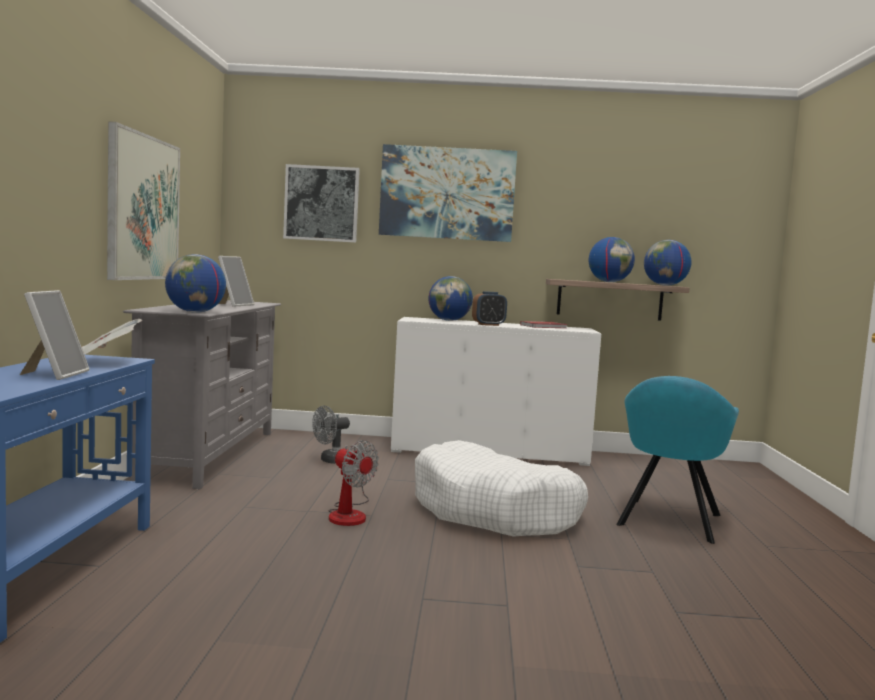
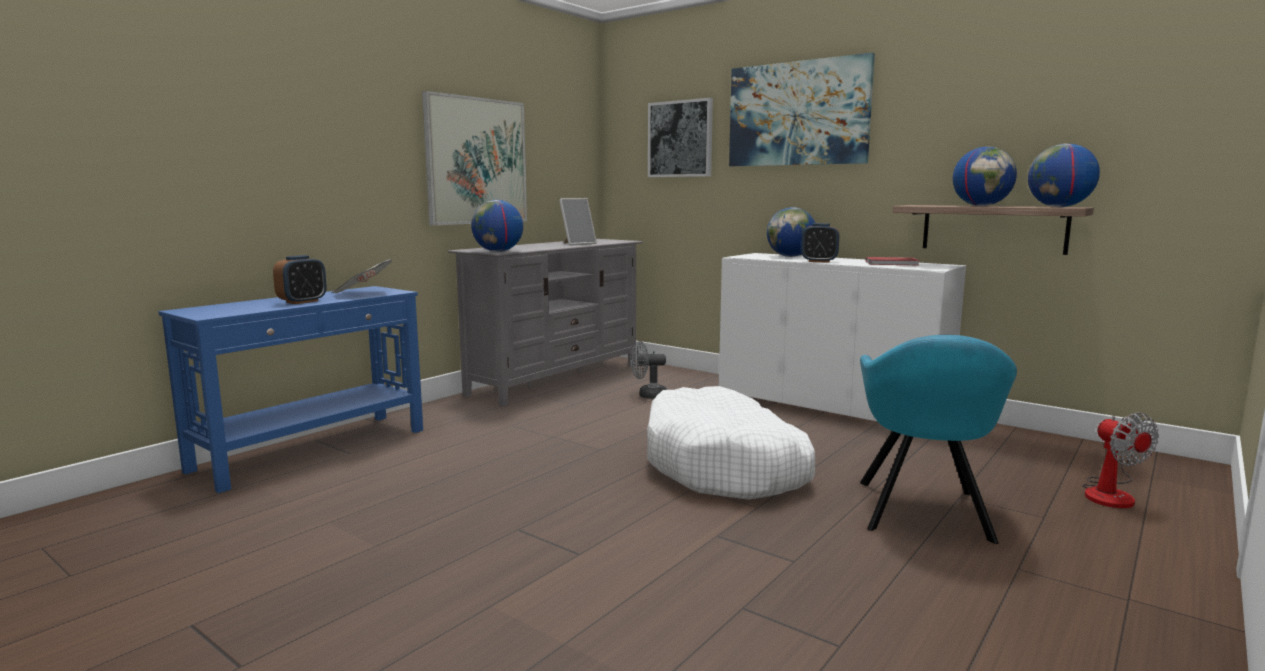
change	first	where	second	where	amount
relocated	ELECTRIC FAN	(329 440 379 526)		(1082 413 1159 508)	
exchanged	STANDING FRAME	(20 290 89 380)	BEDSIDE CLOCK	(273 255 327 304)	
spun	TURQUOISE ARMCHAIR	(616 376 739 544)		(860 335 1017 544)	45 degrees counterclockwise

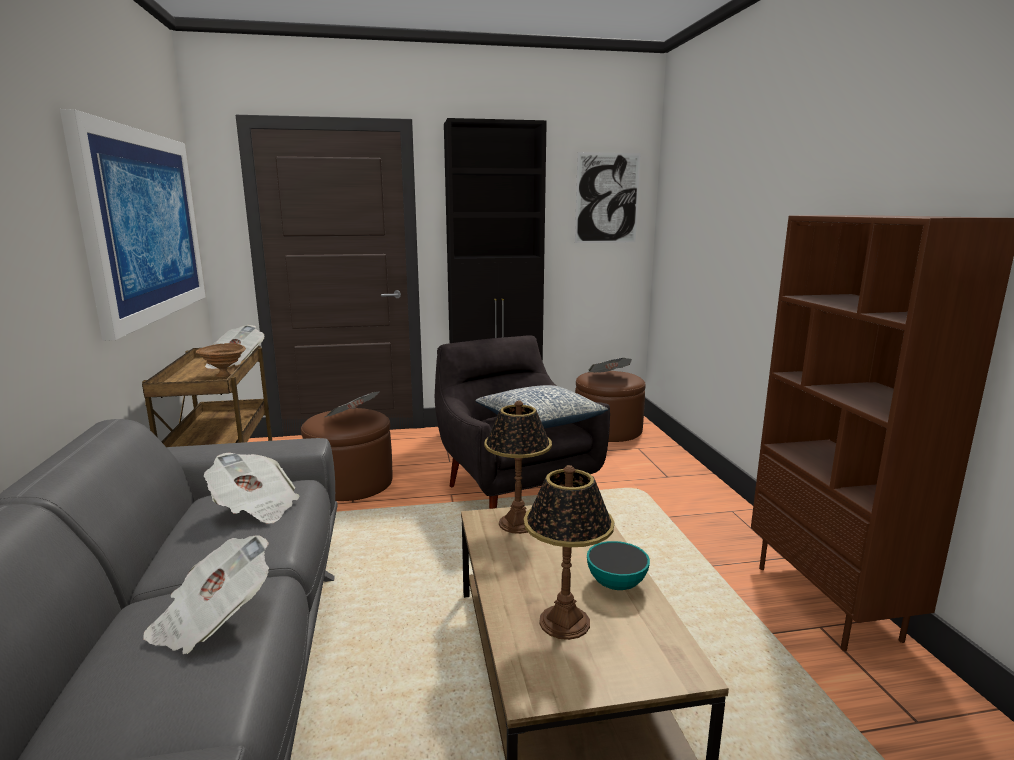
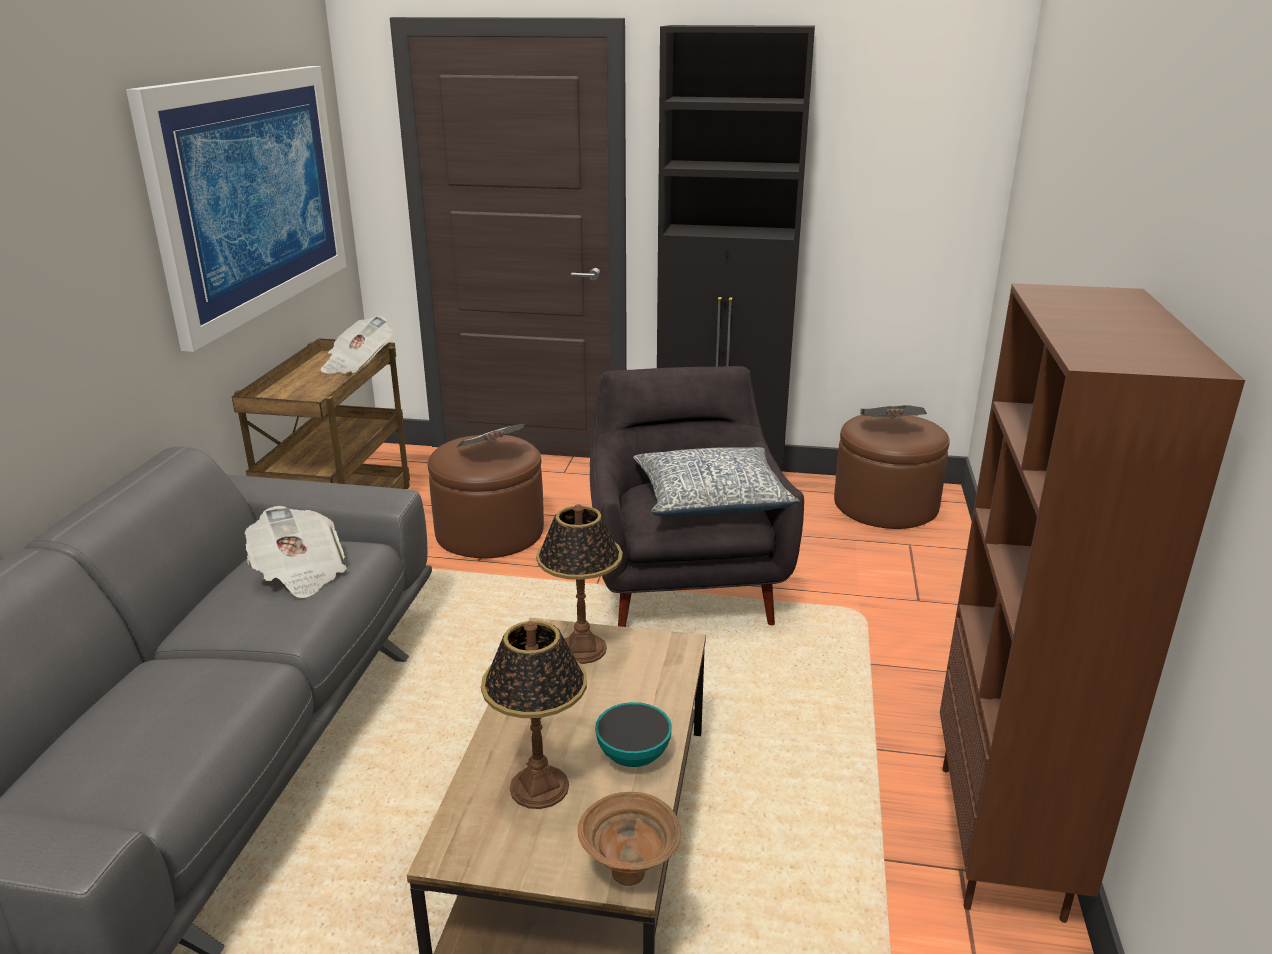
change	first	where	second	where	amount
missing	PRINTED PAPER	(143 535 269 654)			
missing	PICTURE	(575 152 641 243)			
relocated	BROWN BOWL	(196 343 246 377)		(577 792 681 886)	

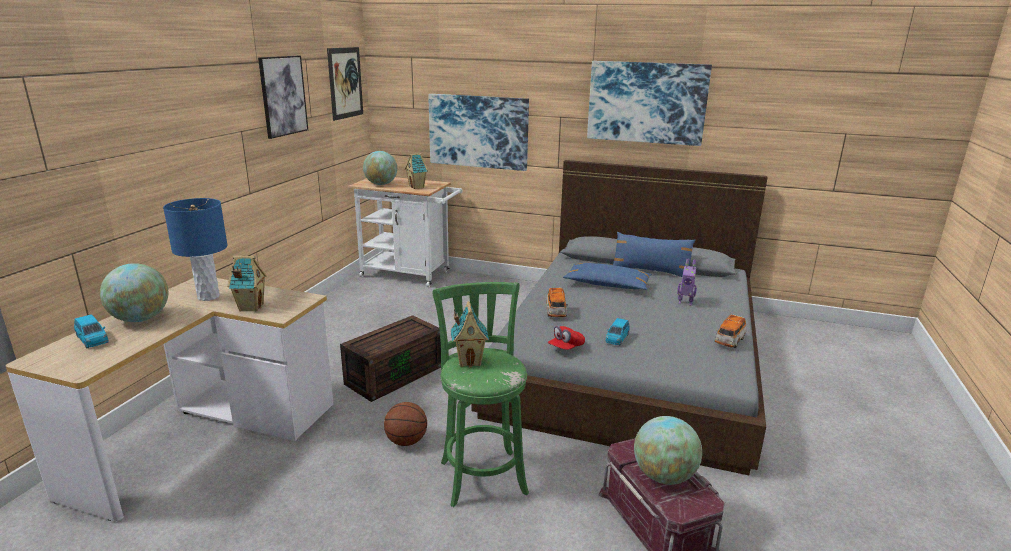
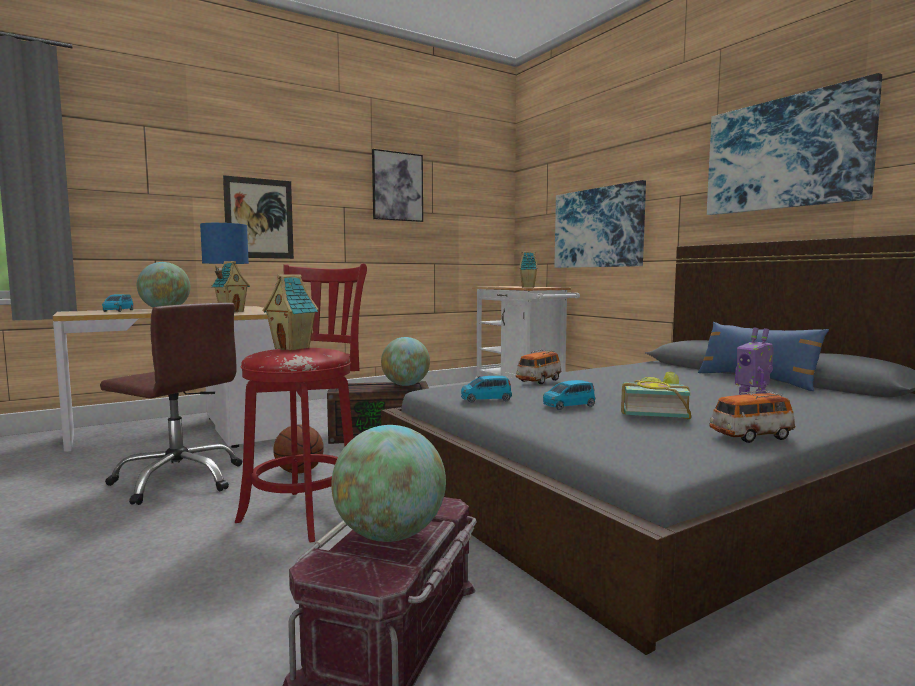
change	first	where	second	where	amount
missing	BLUE PILLOW	(563 263 652 290)			
appeared			BROWN COMPUTER CHAIR	(100 303 242 505)	
appeared			VOLUME	(621 372 691 419)	
relocated	PICTURE	(327 47 363 121)		(223 175 294 259)	
relocated	WORLD GLOBE	(363 151 397 185)		(381 337 430 386)	
exchanged	RED PEAKED CAP	(548 326 585 350)	BLUE TOY CAR	(461 376 512 403)	
colour	GREEN-COLOURED STOOL SEAT	(433 282 529 507)	RED STOOL SEAT	(235 263 367 542)	

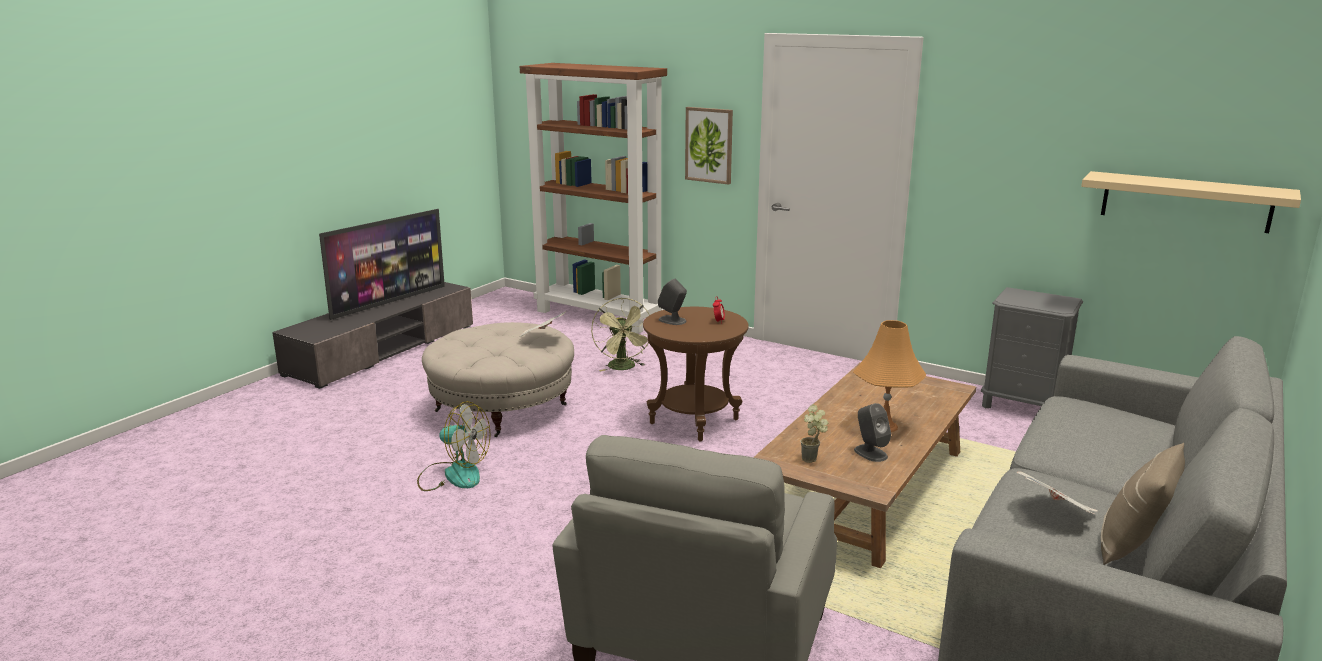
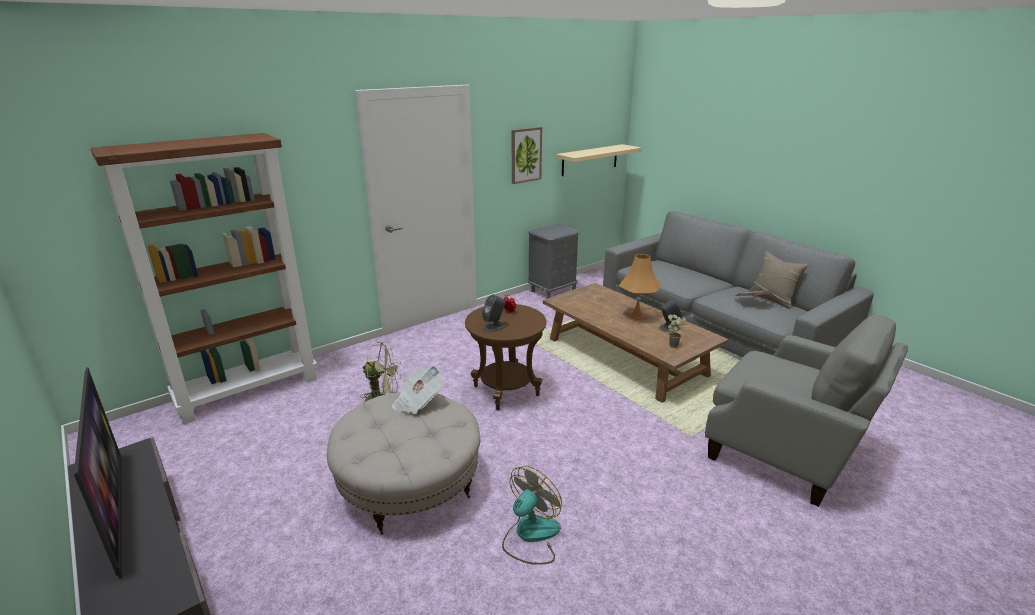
change	first	where	second	where	amount
relocated	PICTURE	(685 107 733 185)		(512 127 542 184)	

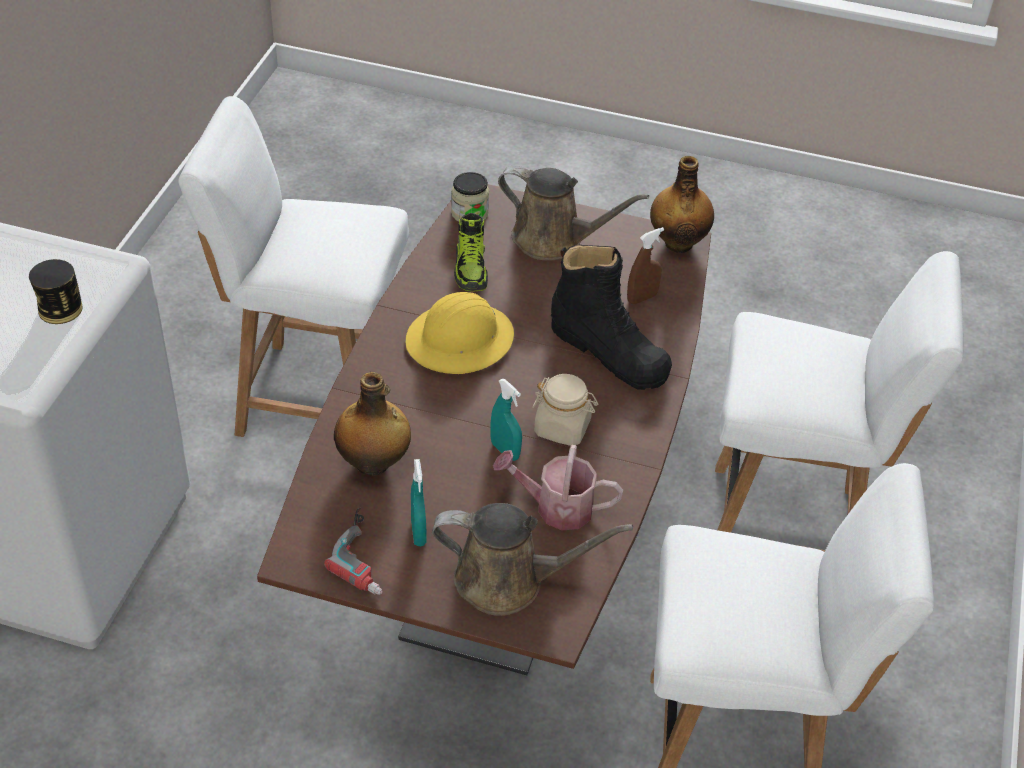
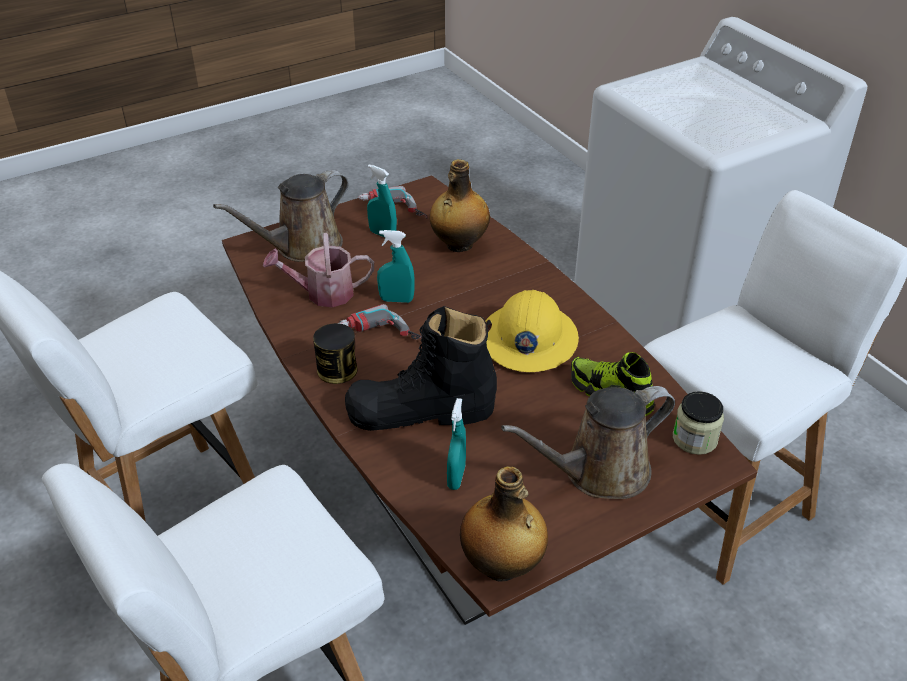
change	first	where	second	where	amount
relocated	METAL CAN	(29 259 83 324)		(313 323 358 384)	
exchanged	BEIGE-COLOURED JAR	(532 374 598 446)	ELECTRIC DRILL	(339 304 423 340)	
colour	BROWN SPRAYER	(627 227 664 304)	TURQUOISE SPRAYER	(447 398 466 490)	
spun	WATERING CAN	(493 445 623 530)		(263 233 374 307)	150 degrees counterclockwise

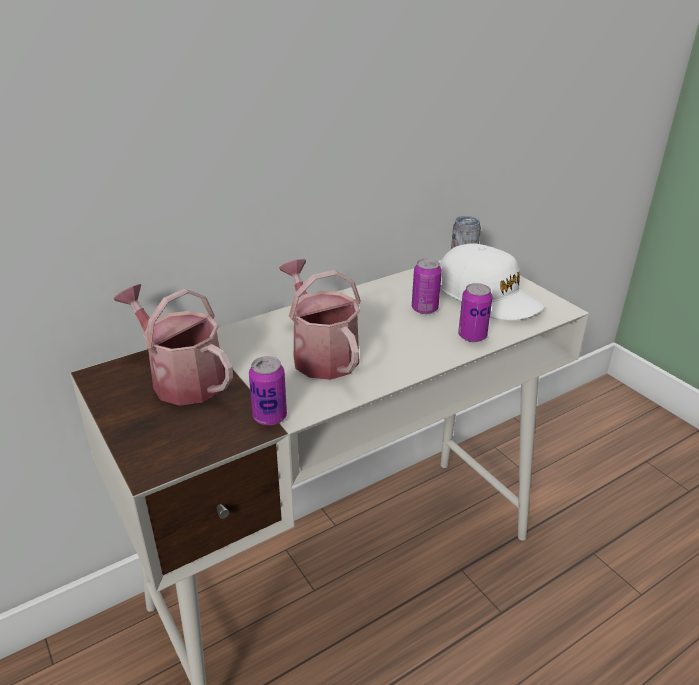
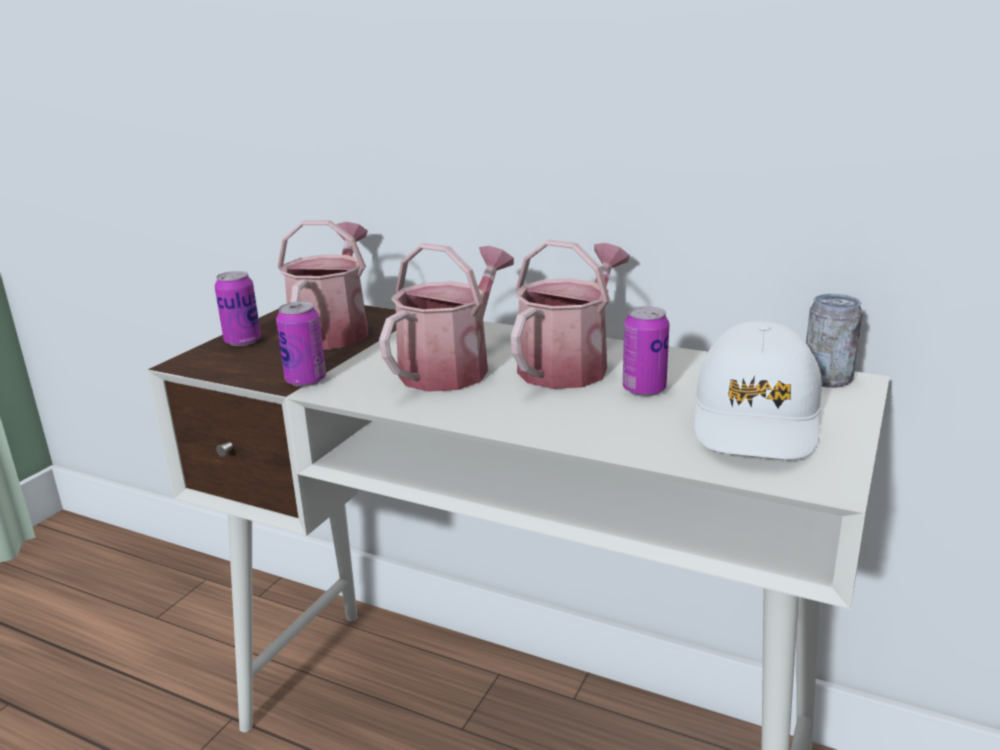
change	first	where	second	where	amount
appeared			WATERING CAN	(511 240 630 389)	
relocated	METAL CAN	(458 283 492 342)		(215 271 261 346)	

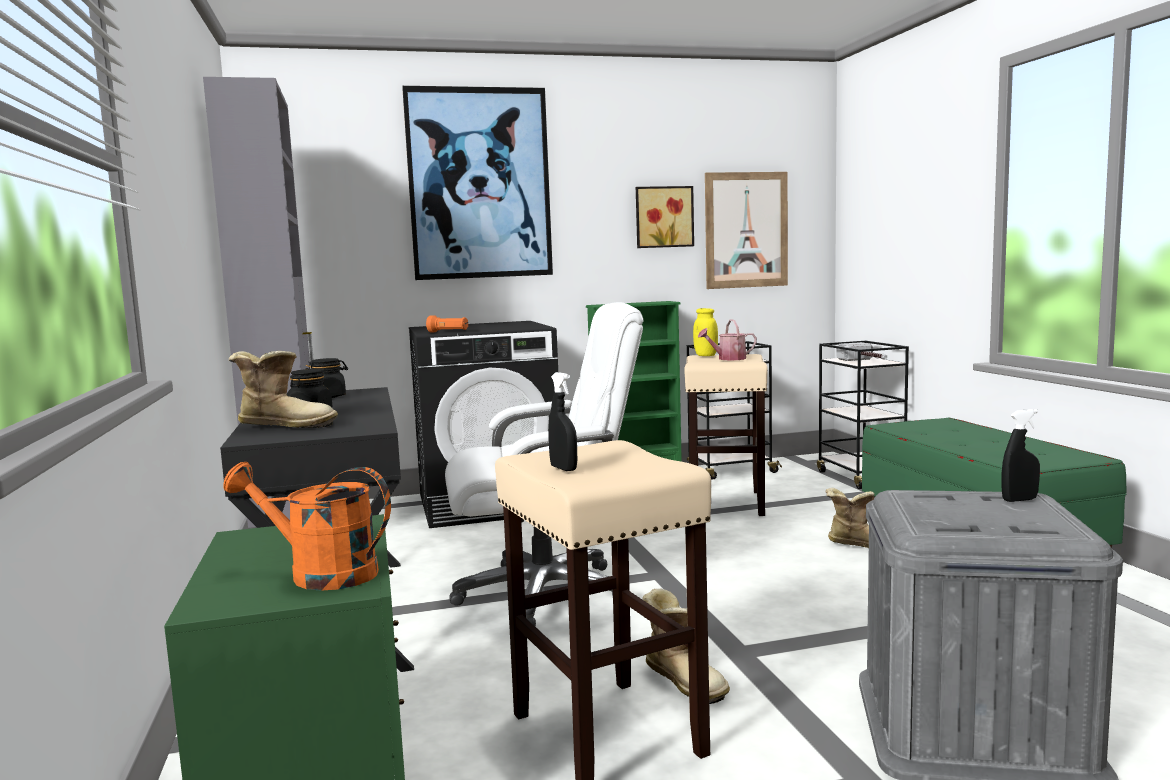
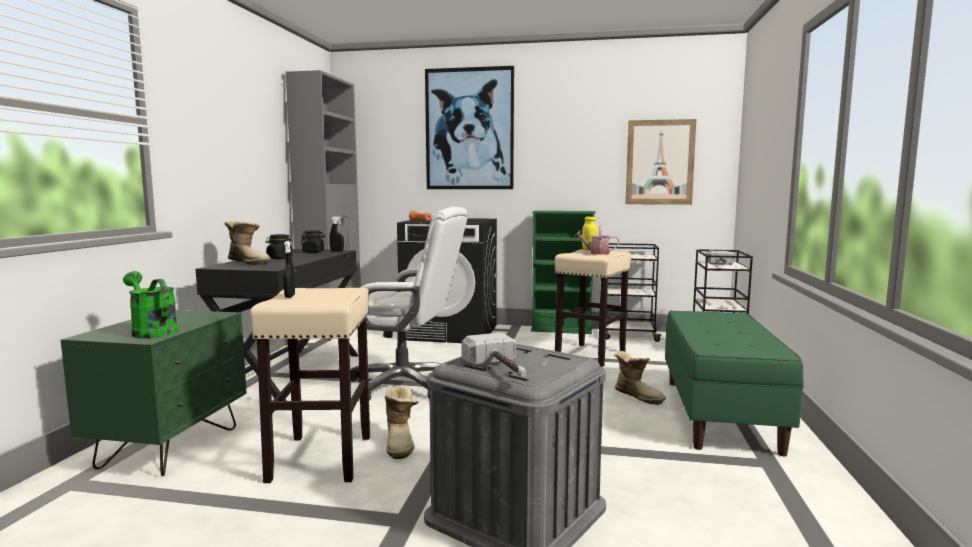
change	first	where	second	where	amount
missing	PICTURE	(636 186 694 248)			
appeared			HAND HAMMER	(462 332 527 377)	
relocated	BLACKISH SPRAYER	(1001 409 1040 502)		(329 217 344 252)	
colour	ORANGEY WATERING CAN	(223 462 391 591)	GREEN-COLOURED WATERING CAN	(123 271 178 338)	

